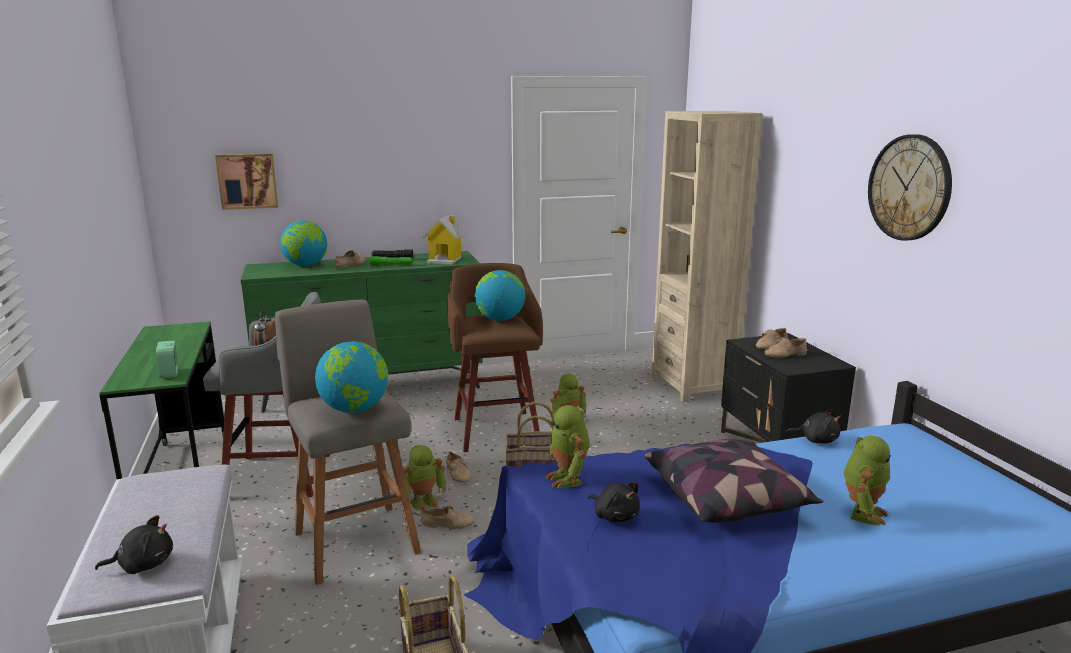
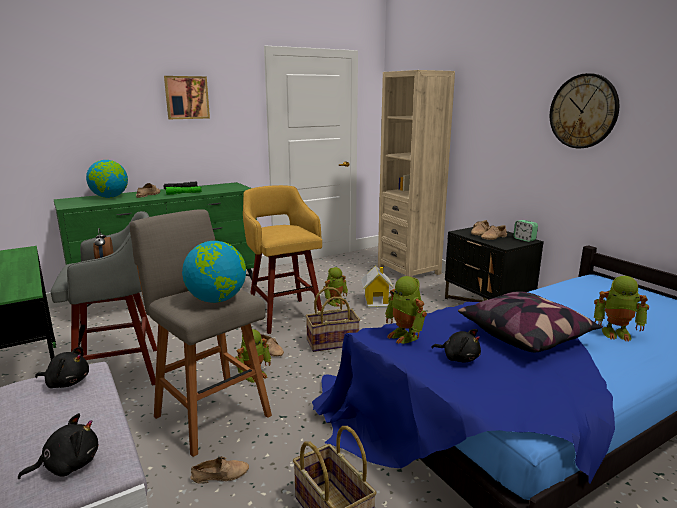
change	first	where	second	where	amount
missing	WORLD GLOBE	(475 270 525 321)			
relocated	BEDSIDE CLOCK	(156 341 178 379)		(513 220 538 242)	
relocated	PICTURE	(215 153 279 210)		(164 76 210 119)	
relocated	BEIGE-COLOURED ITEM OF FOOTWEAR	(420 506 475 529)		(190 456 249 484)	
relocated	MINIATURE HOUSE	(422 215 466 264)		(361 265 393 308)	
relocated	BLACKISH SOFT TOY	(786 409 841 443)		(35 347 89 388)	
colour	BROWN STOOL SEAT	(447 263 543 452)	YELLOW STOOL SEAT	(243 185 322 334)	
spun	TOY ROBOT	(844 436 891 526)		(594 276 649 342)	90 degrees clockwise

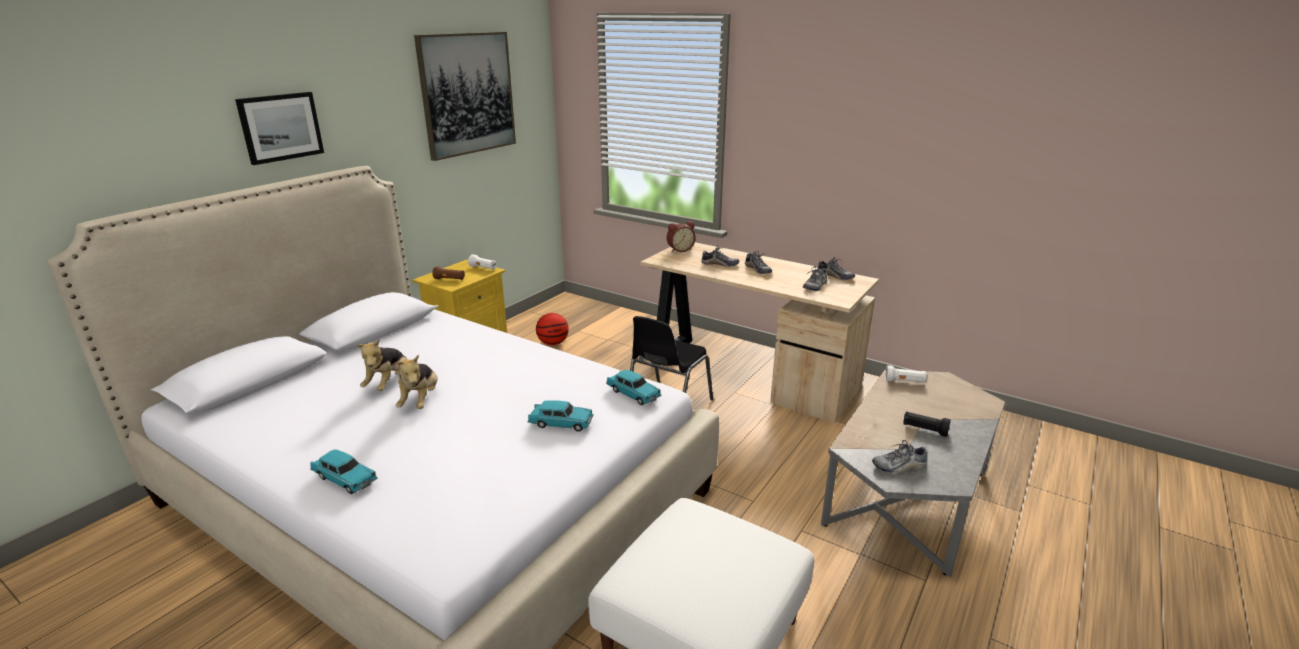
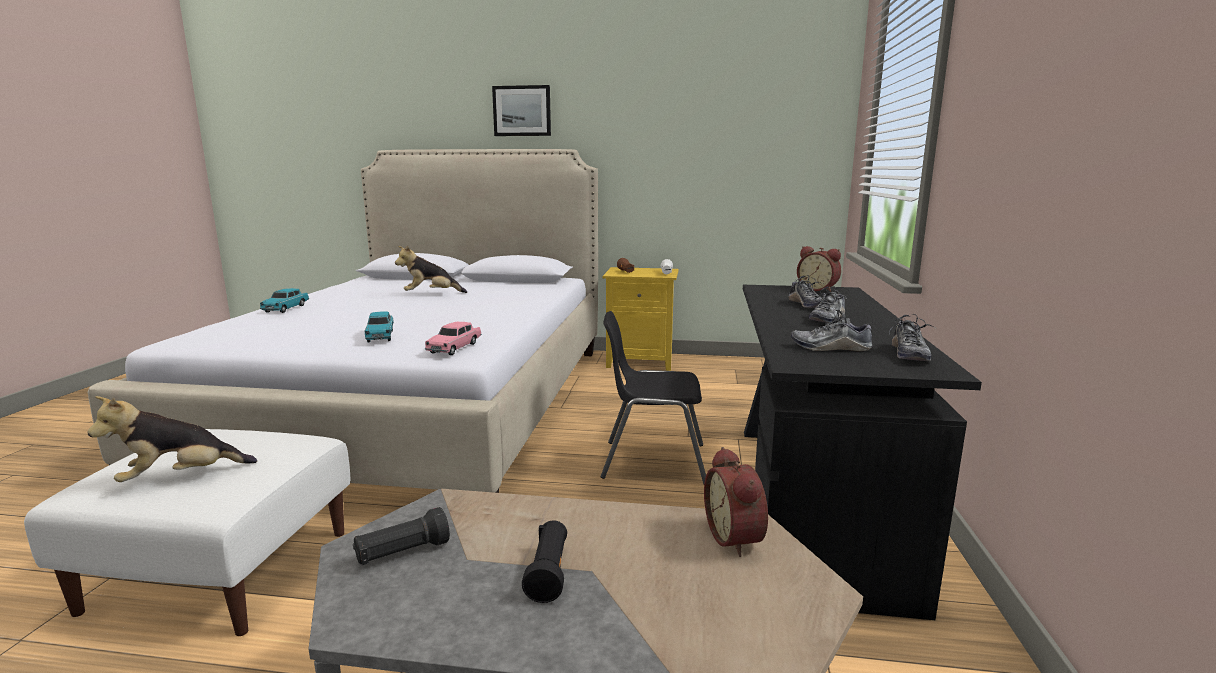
change	first	where	second	where	amount
missing	PICTURE	(414 32 516 161)			
missing	BASKETBALL	(536 313 569 345)			
relocated	SOFT TOY	(396 355 438 409)		(87 396 257 482)	
exchanged	ITEM OF FOOTWEAR	(872 440 928 474)	BLACKISH FLASHLIGHT	(353 507 450 565)	
exchanged	WHITE-COLOURED FLASHLIGHT	(885 365 927 383)	BEDSIDE CLOCK	(704 447 768 557)	
colour	TURQUOISE TOY CAR	(606 370 662 405)	PINK TOY CAR	(425 322 482 355)	
colour	BEIGE-COLOURED DESK TABLE	(640 242 879 423)	BLACKISH DESK TABLE	(743 285 982 620)	

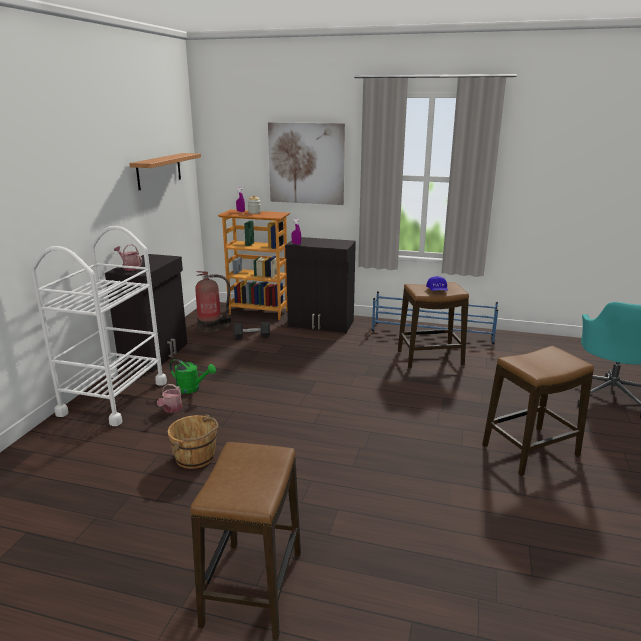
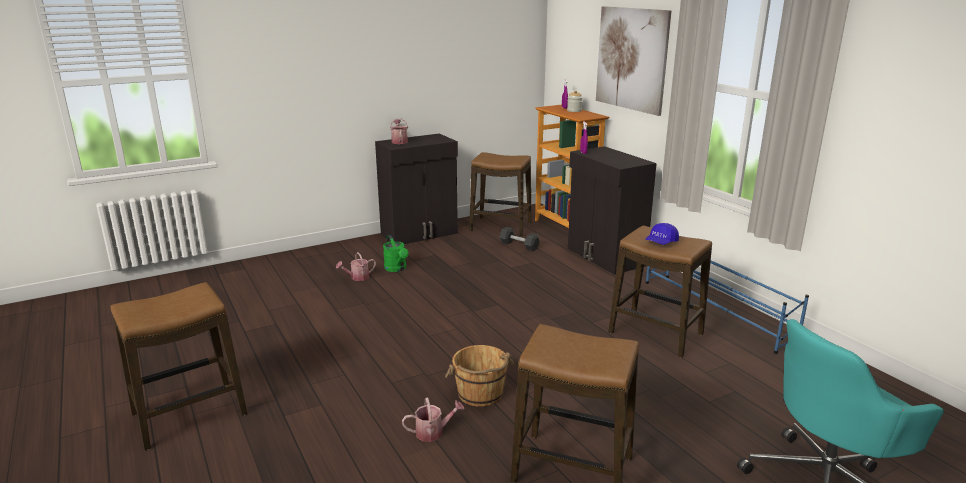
change	first	where	second	where	amount
missing	WHITE-COLOURED WHEELED CART	(31 226 167 426)			
missing	BRACKET SHELF	(129 153 201 190)			
appeared			WATERING CAN	(402 398 465 442)	
relocated	BROWN BUCKET	(168 415 219 469)		(445 345 514 407)	
exchanged	FIRE-FIGHTING CYLINDER	(196 271 231 332)	STOOL SEAT	(469 152 532 236)	

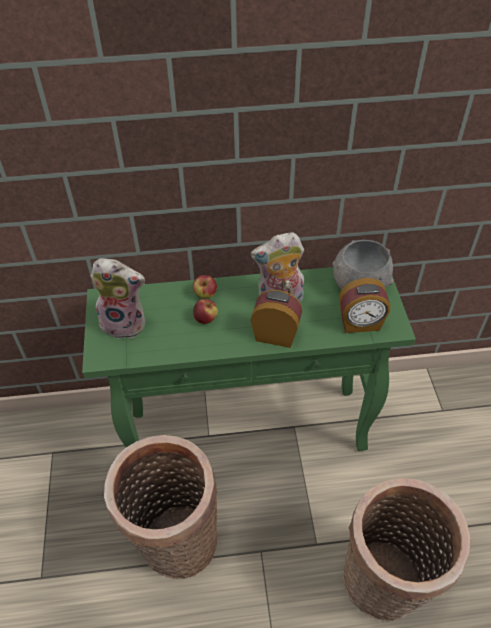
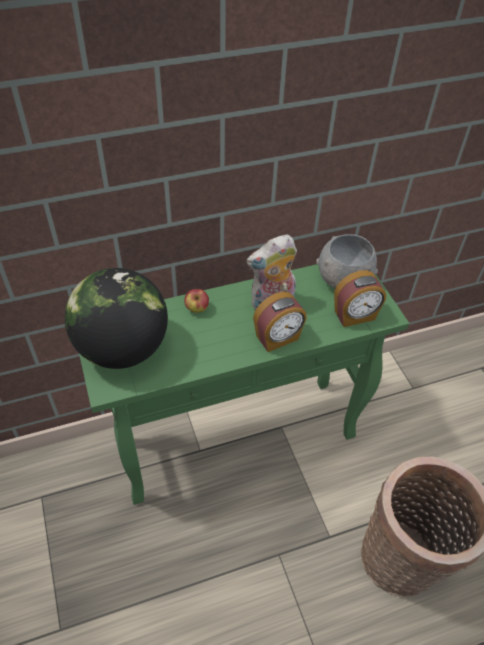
change	first	where	second	where	amount
missing	BASKET	(104 435 218 579)			
missing	APPLE FRUIT	(193 299 218 324)			
exchanged	SOFT TOY	(91 258 145 339)	WORLD GLOBE	(65 268 168 369)	
spun	BEDSIDE CLOCK	(251 290 302 348)		(253 292 307 352)	150 degrees clockwise

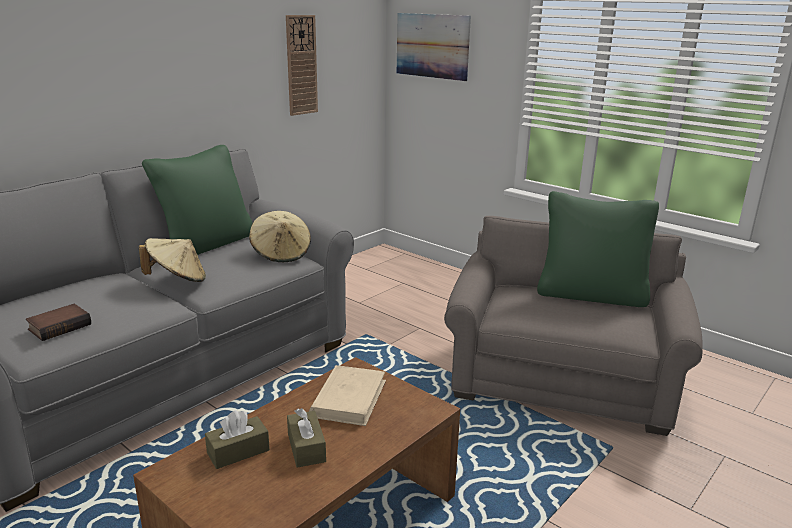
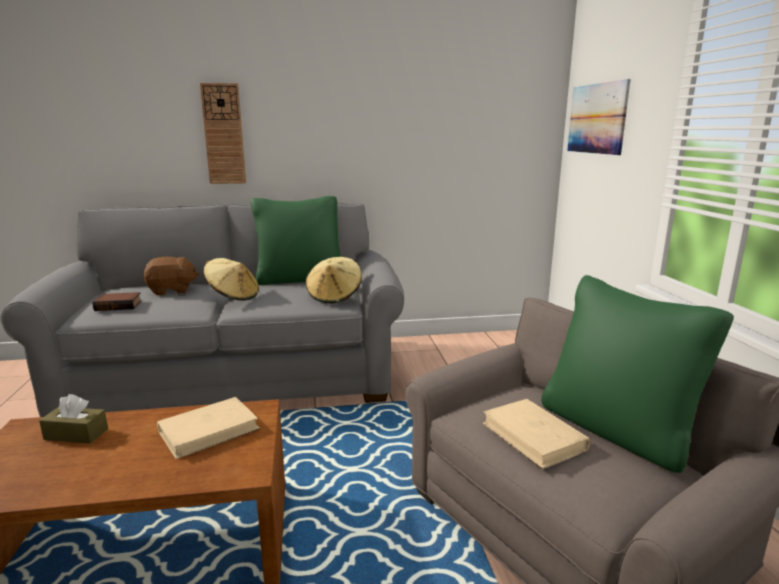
change	first	where	second	where	amount
missing	BROWN TISSUE BOX	(287 408 326 468)			
appeared			BROWN SOFT TOY	(144 257 200 295)	
appeared			BEIGE-COLOURED VOLUME	(483 399 591 469)	
relocated	CLOCK ON THE WALL	(286 15 318 116)		(200 83 246 184)	

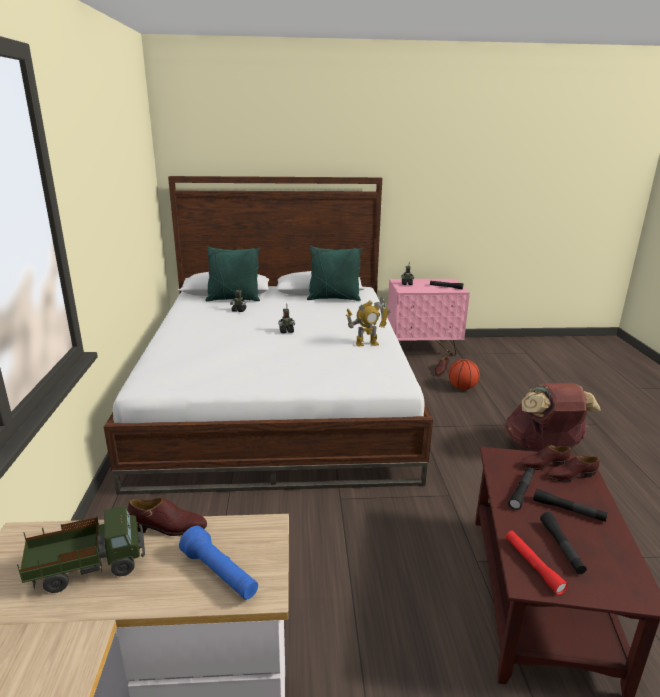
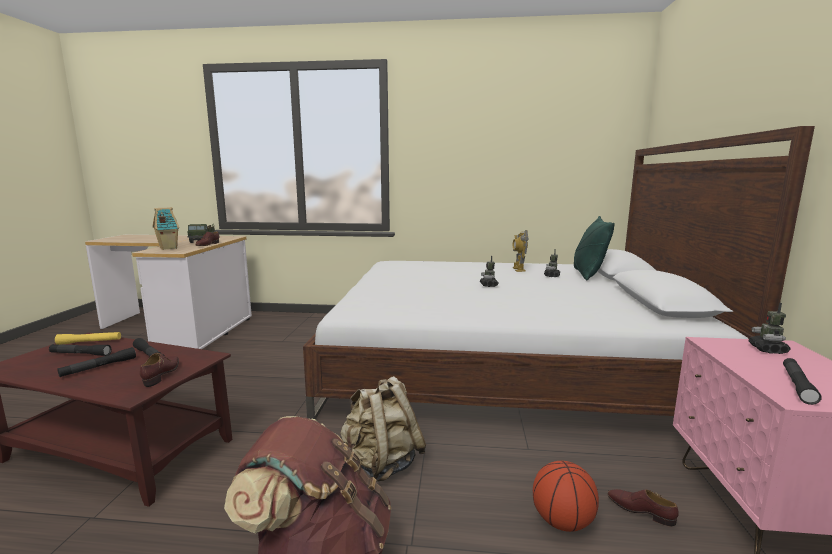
change	first	where	second	where	amount
missing	GREEN-COLOURED PILLOW	(307 246 362 301)			
missing	BROWN ITEM OF FOOTWEAR	(547 456 600 482)			
appeared			BEIGE-COLOURED BACKPACK	(340 376 426 482)	
relocated	TOY ROBOT	(346 296 391 347)		(513 230 529 272)	
exchanged	BLUE FLASHLIGHT	(179 526 258 600)	MINIATURE HOUSE	(153 207 179 250)	
colour	RED FLASHLIGHT	(506 531 568 595)	YELLOW FLASHLIGHT	(55 332 121 345)	

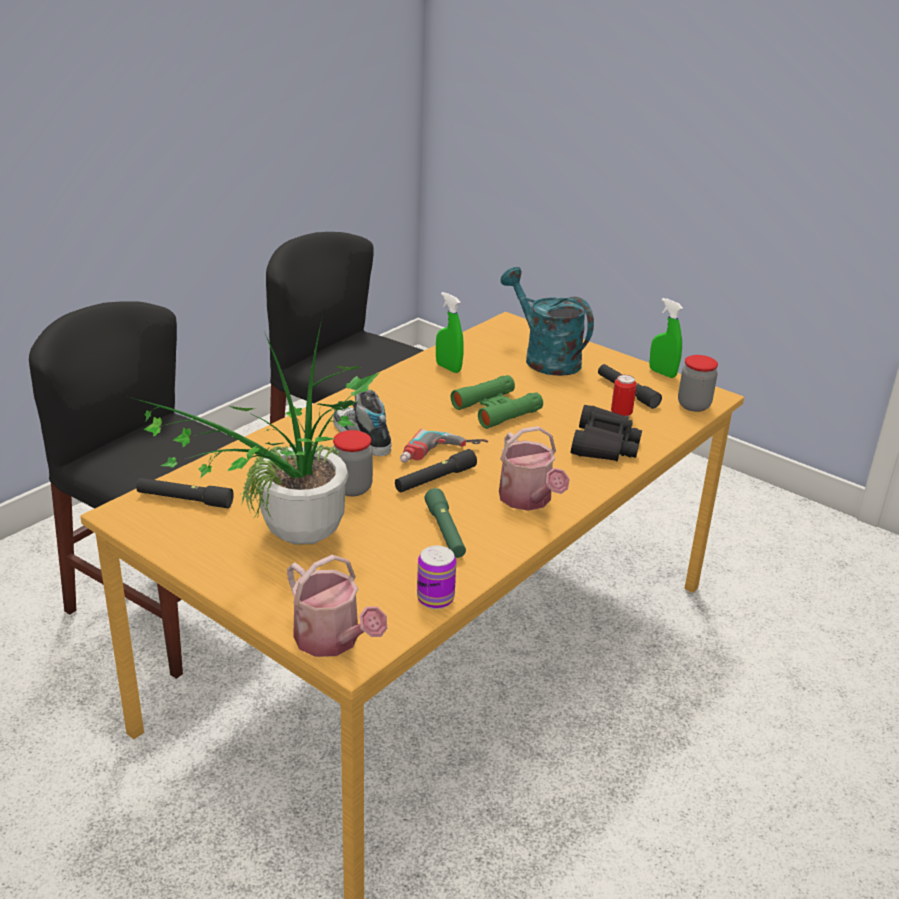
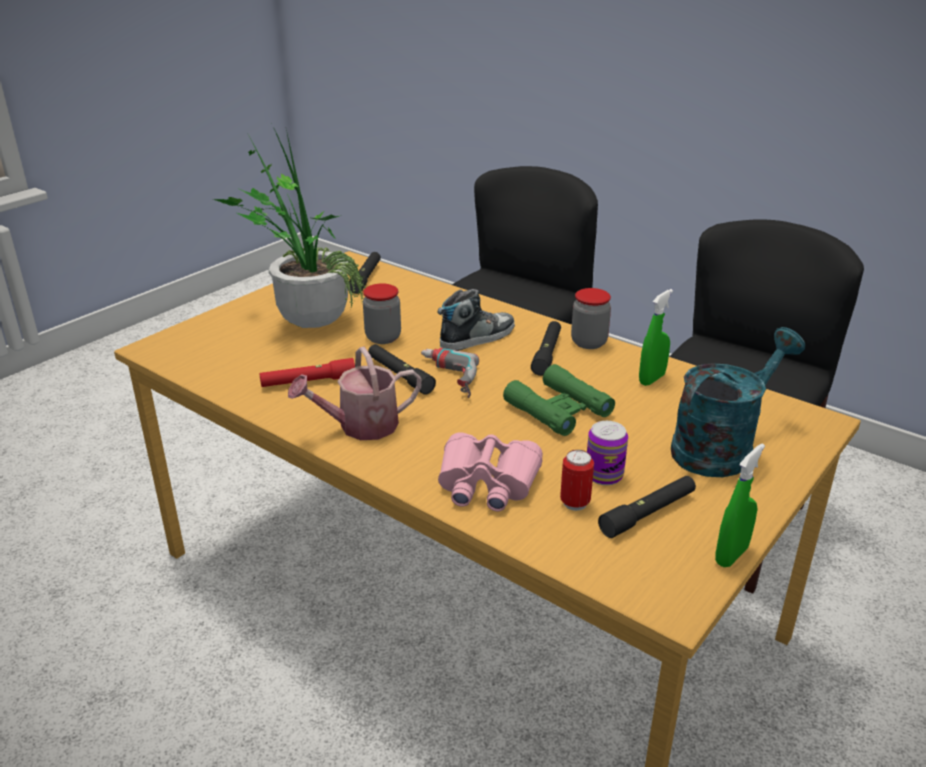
change	first	where	second	where	amount
missing	WATERING CAN	(287 555 387 657)			
appeared			BLACKISH FLASHLIGHT	(531 321 561 376)	
relocated	METAL CAN	(417 546 456 609)		(587 421 628 485)	
relocated	JAR	(678 355 718 412)		(571 288 611 349)	
colour	GREEN-COLOURED FLASHLIGHT	(425 488 466 558)	RED FLASHLIGHT	(260 358 355 387)	
colour	BLACKISH FIELD GLASSES	(571 405 642 461)	PINK FIELD GLASSES	(438 432 543 511)	

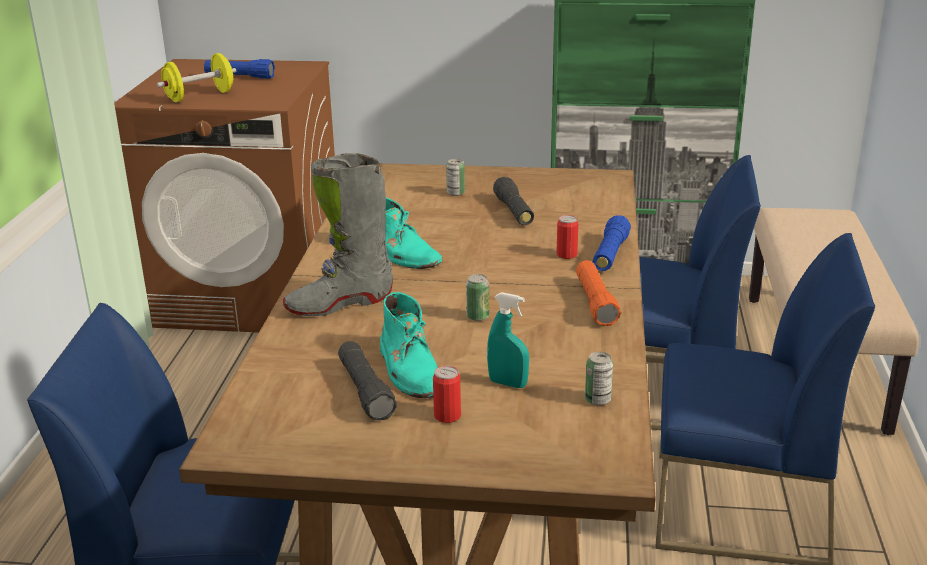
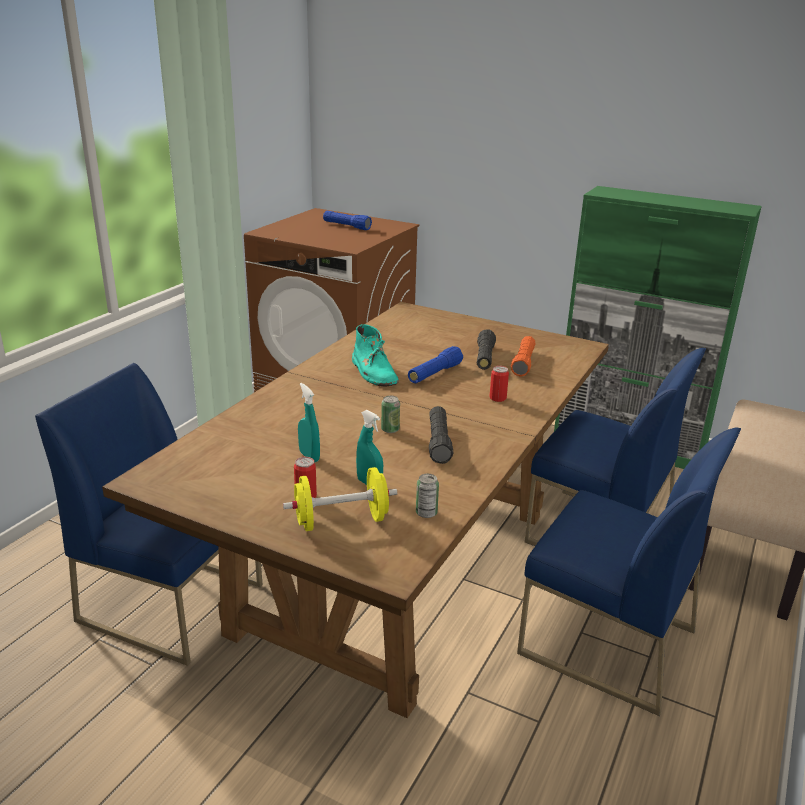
change	first	where	second	where	amount
missing	GREY TALL BOOT	(283 153 393 316)			
missing	METAL CAN	(446 159 465 196)			
relocated	YELLOW DUMBBELL	(157 53 236 102)		(283 467 397 531)	
relocated	BLACKISH FLASHLIGHT	(338 341 397 420)		(429 406 453 464)	
relocated	ORANGEY FLASHLIGHT	(576 260 621 326)		(511 336 535 376)	
relocated	BLUE FLASHLIGHT	(592 215 631 271)		(408 346 463 383)	
exchanged	TURQUOISE TALL BOOT	(380 292 438 398)	TURQUOISE SPRAYER	(298 383 320 462)	

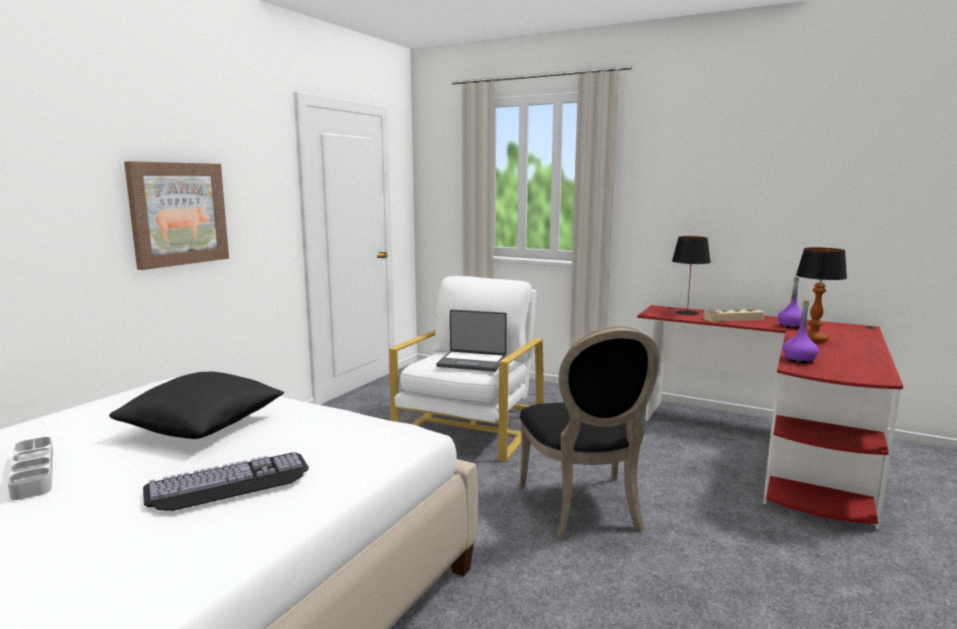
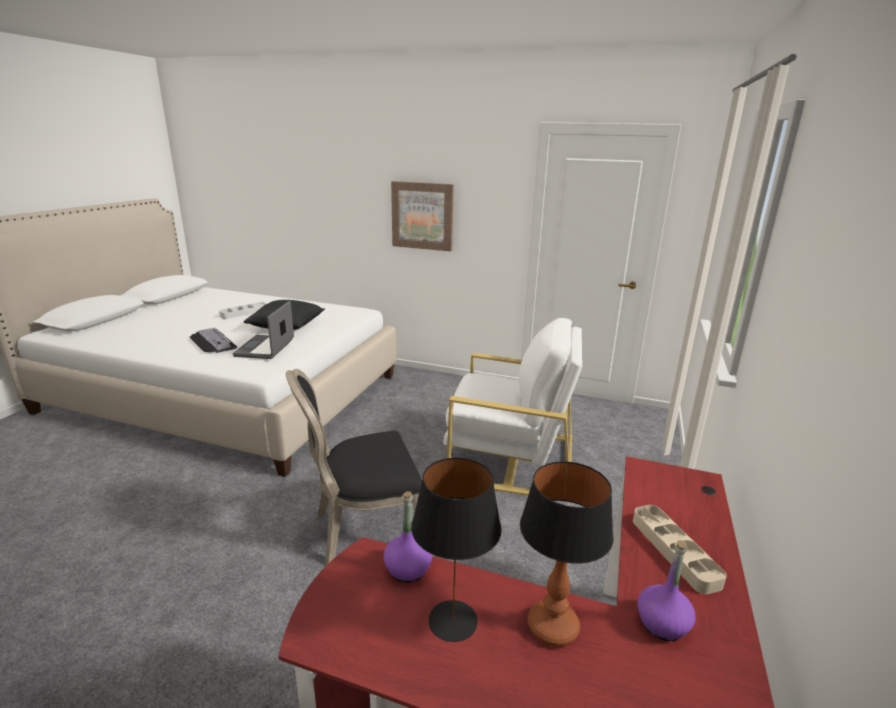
change	first	where	second	where	amount
relocated	PORTABLE COMPUTER	(436 309 507 372)		(233 301 294 359)	
relocated	BLACKISH TABLETOP LAMP	(672 236 711 315)		(411 458 502 642)	

